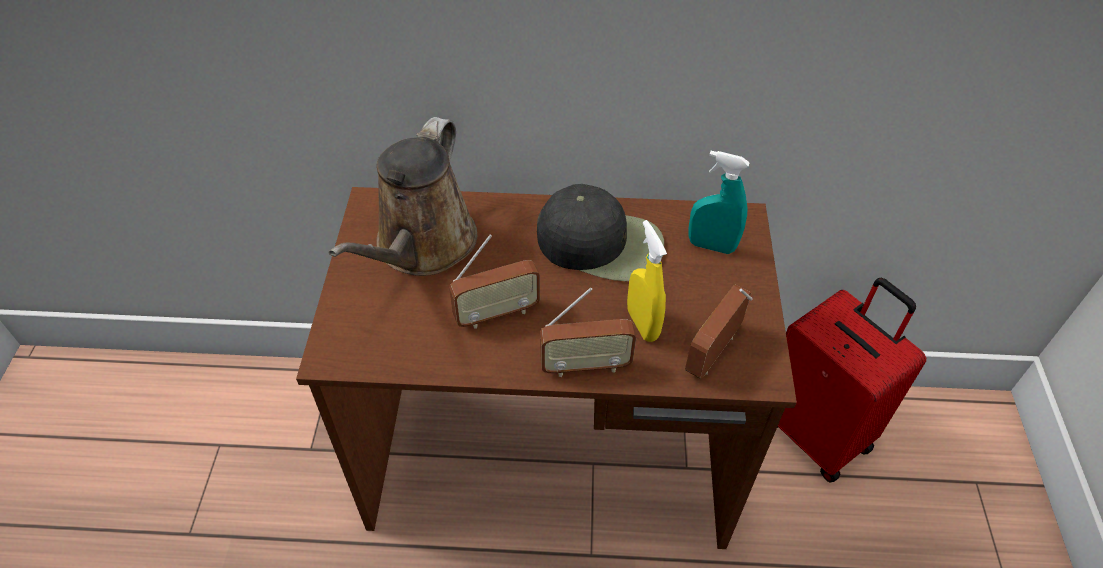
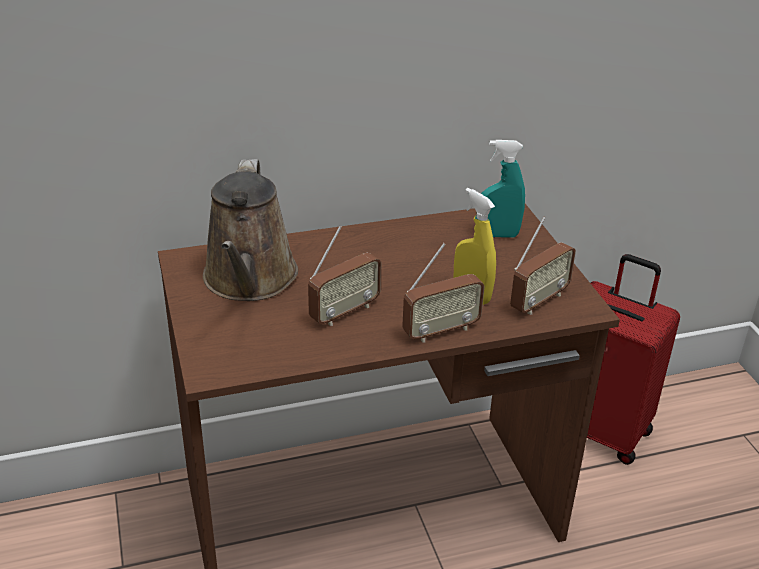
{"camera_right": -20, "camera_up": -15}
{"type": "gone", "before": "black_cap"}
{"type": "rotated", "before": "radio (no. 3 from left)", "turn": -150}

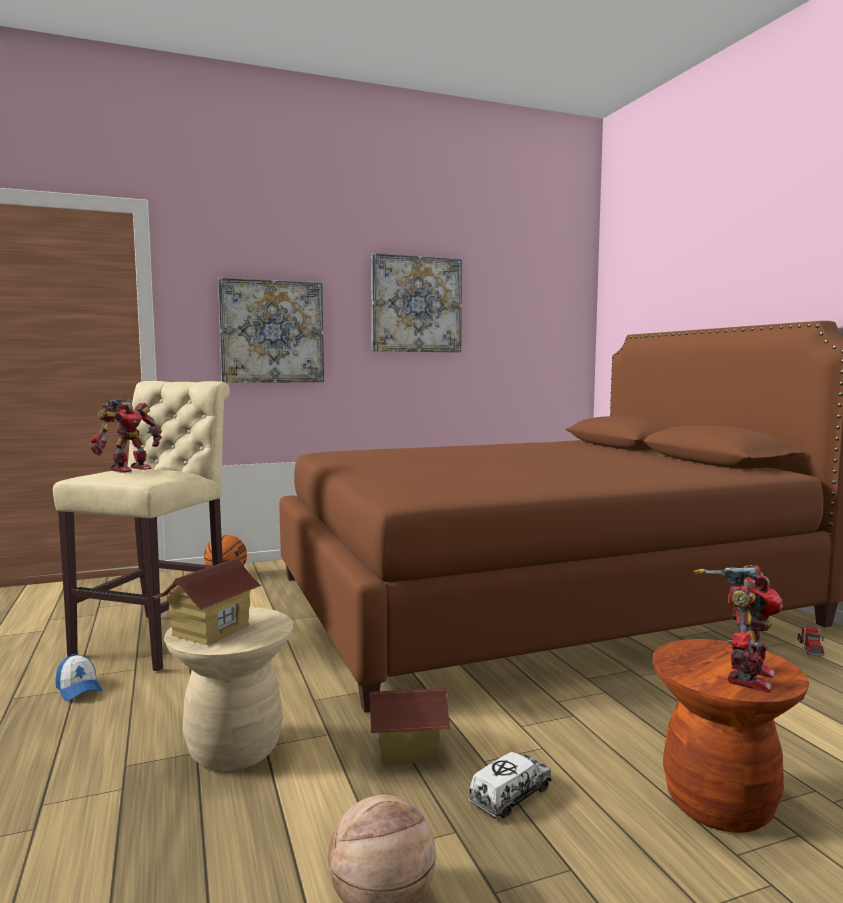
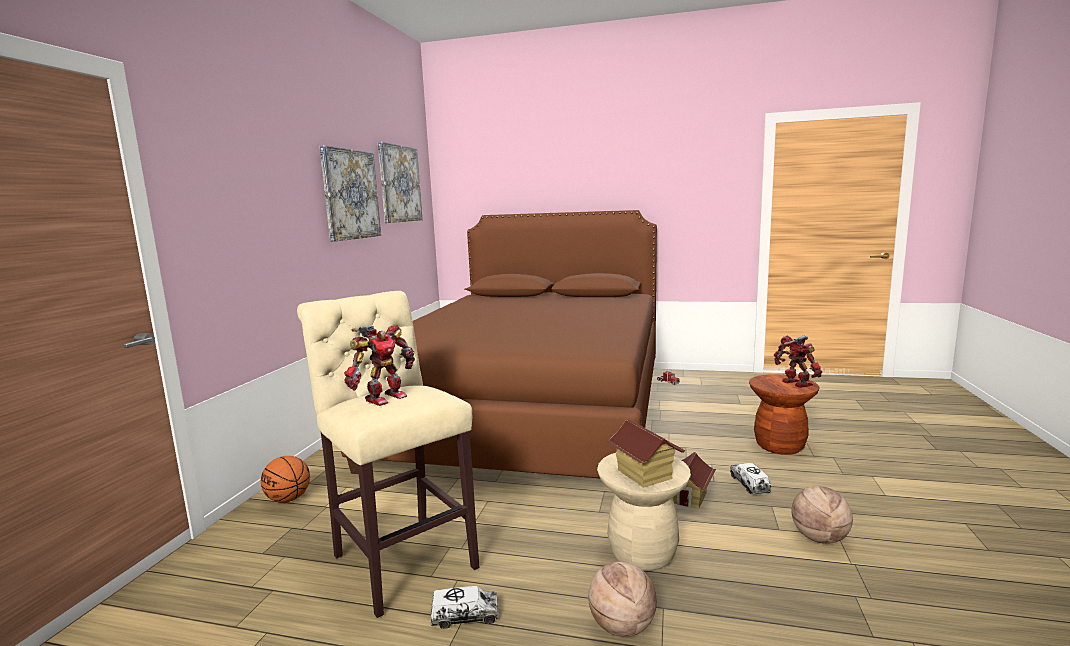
{"camera_right": -55, "camera_up": 5}
{"type": "new", "after": "basketball (no. 2 from left)"}
{"type": "shifted", "before": "picture (no. 1 from left in the first image)", "after": "picture (no. 2 from left)"}
{"type": "swapped", "before": "cap", "after": "toy_truck (no. 1 from left)"}
{"type": "rotated", "before": "toy_robot (no. 1 from left)", "turn": 60}

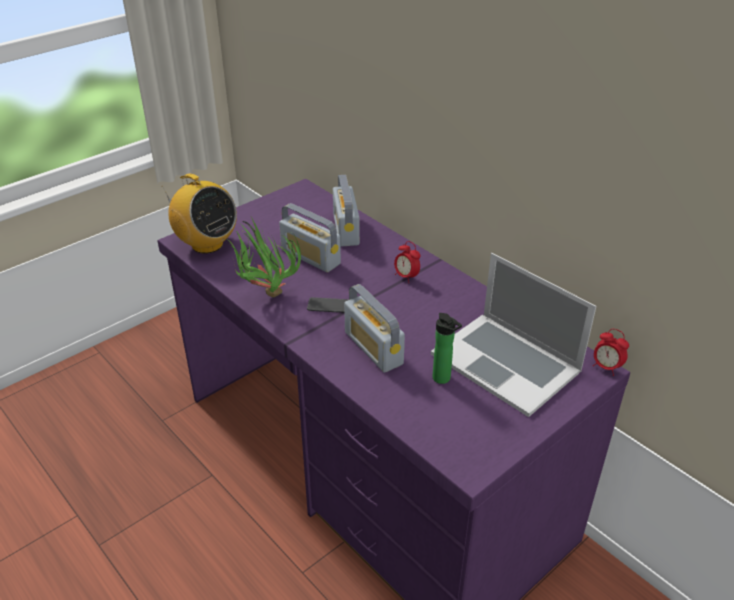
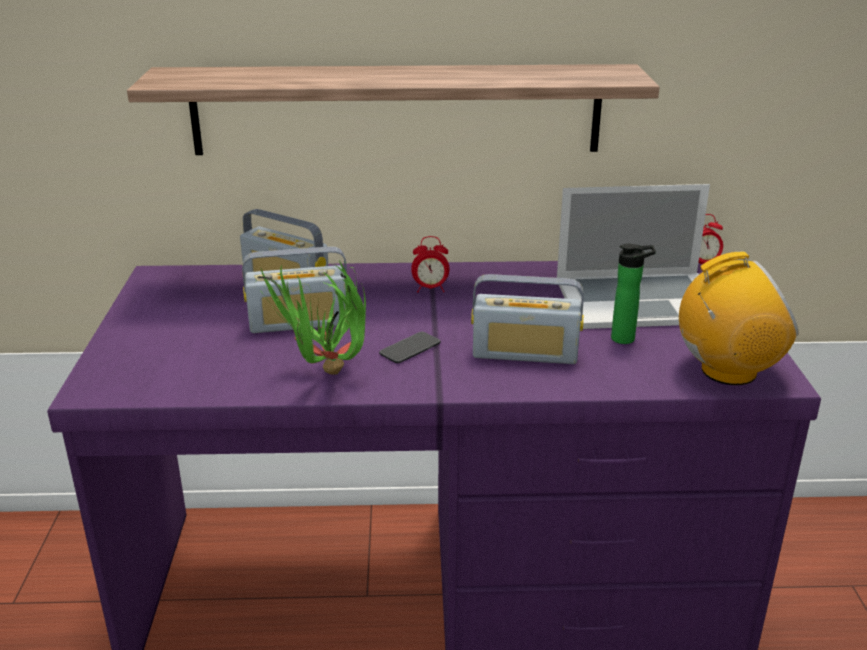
{"camera_right": -50, "camera_up": -10}
{"type": "new", "after": "shelf"}
{"type": "shifted", "before": "radio (no. 1 from left in the first image)", "after": "radio (no. 4 from left)"}

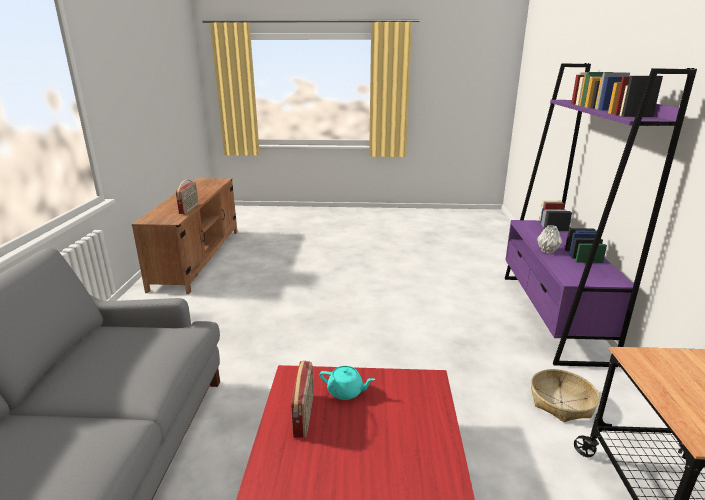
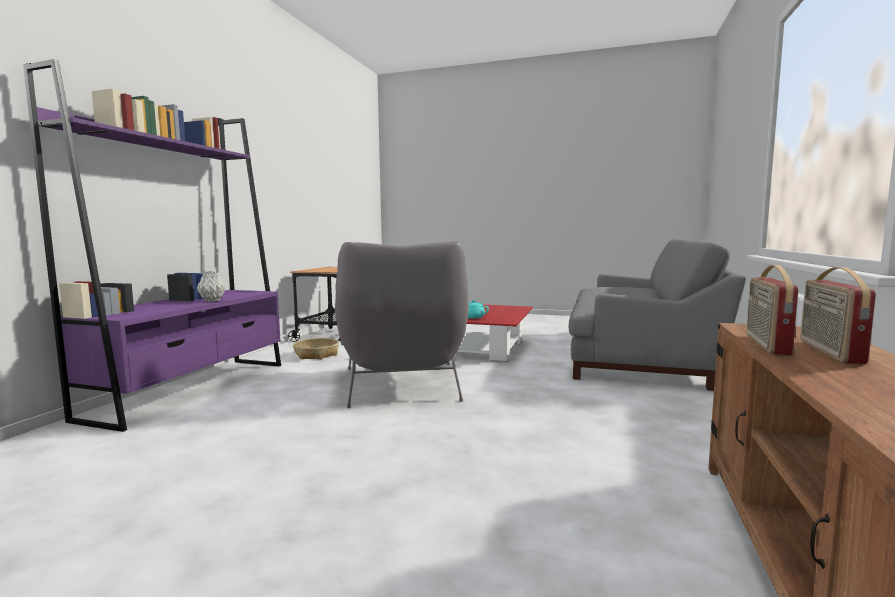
{"camera_right": -165, "camera_up": -15}
{"type": "new", "after": "grey_armchair"}
{"type": "shifted", "before": "radio (no. 2 from left)"}

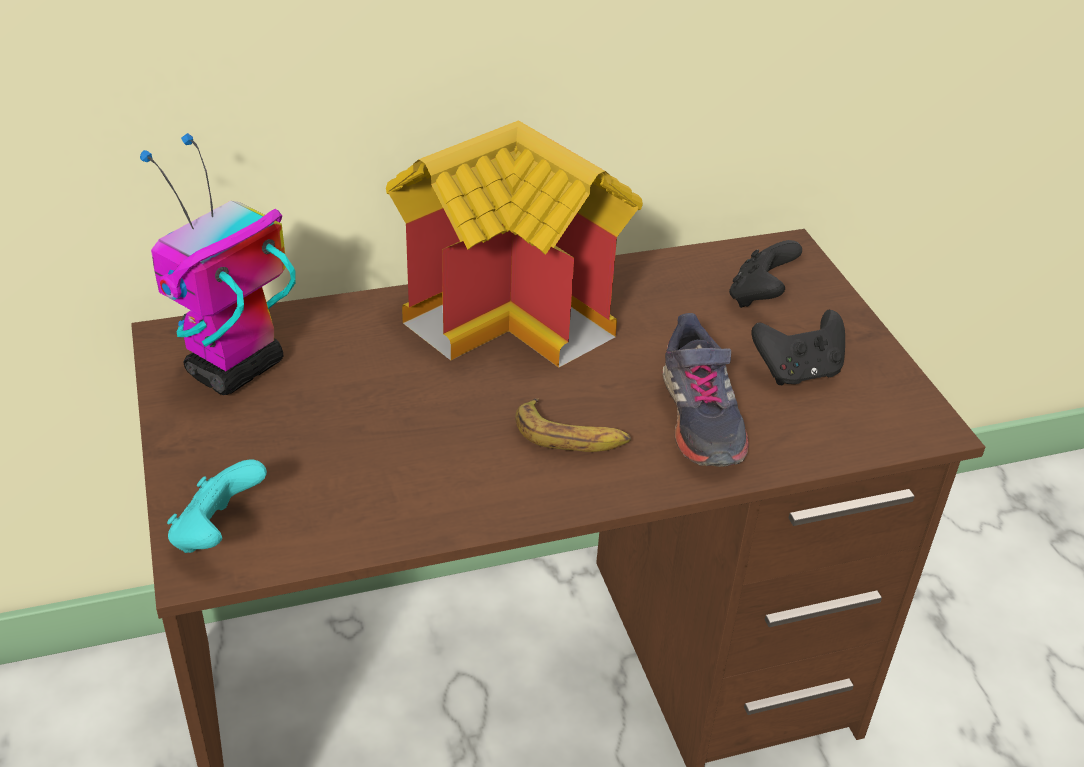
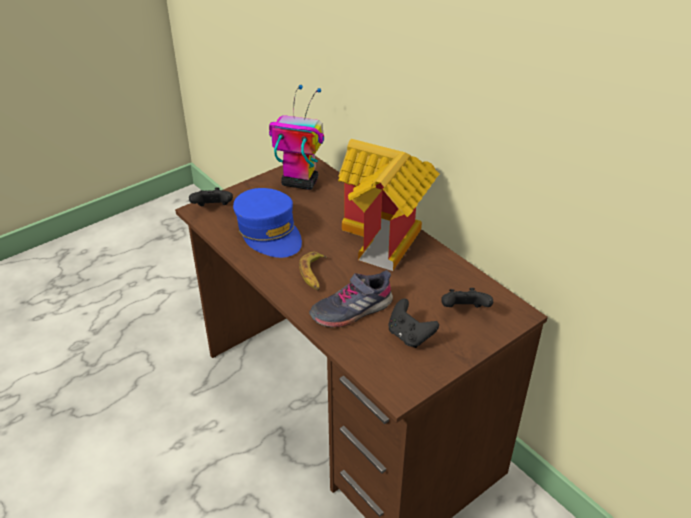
{"camera_right": 70, "camera_up": 0}
{"type": "new", "after": "blue_cap"}
{"type": "repainted", "before": "turquoise_game_controller", "after": "black_game_controller (no. 1 from left)"}

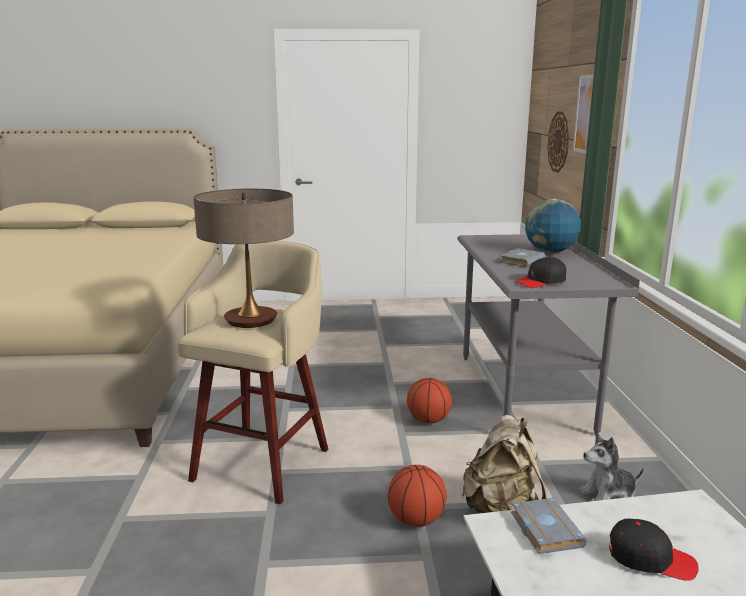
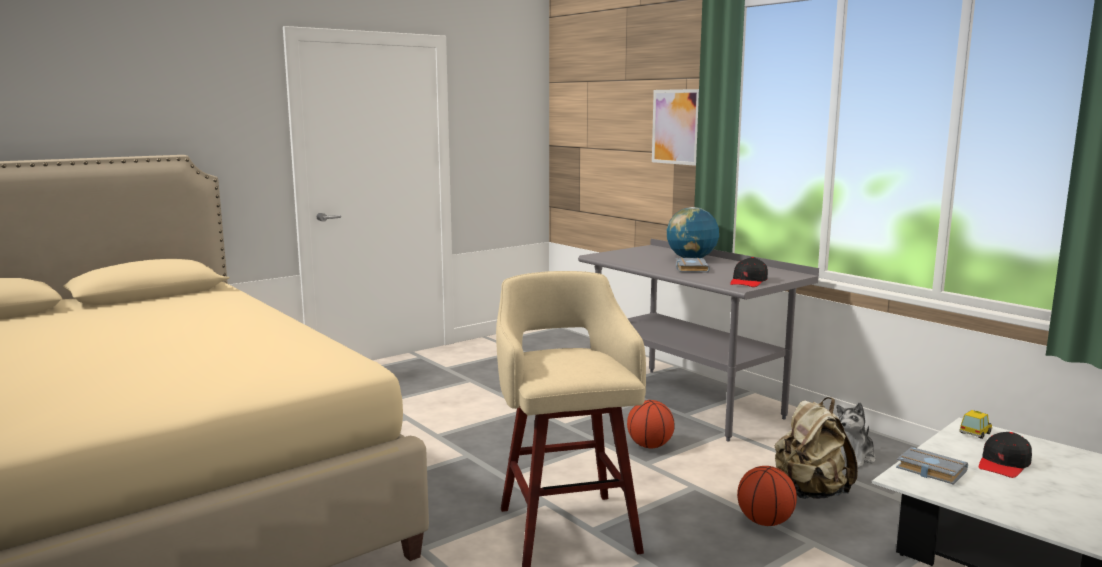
{"camera_right": -35, "camera_up": -5}
{"type": "gone", "before": "table_lamp"}
{"type": "gone", "before": "wall_clock"}
{"type": "new", "after": "toy_car"}
{"type": "rotated", "before": "black_cap (no. 2 from left)", "turn": 150}

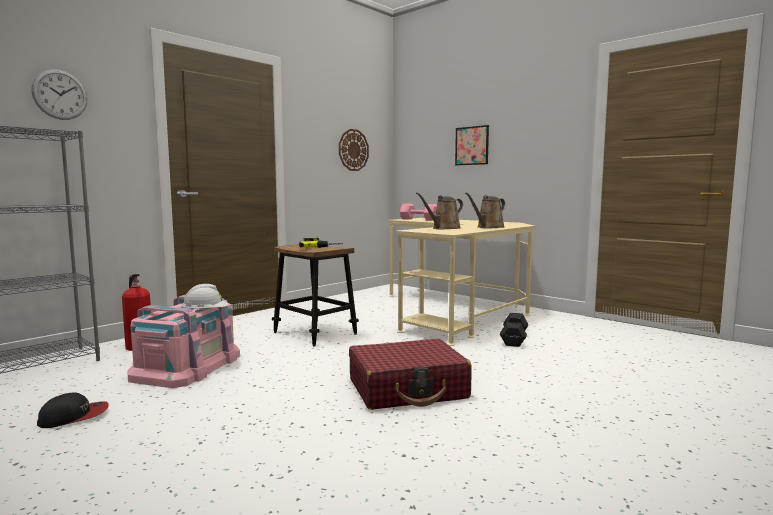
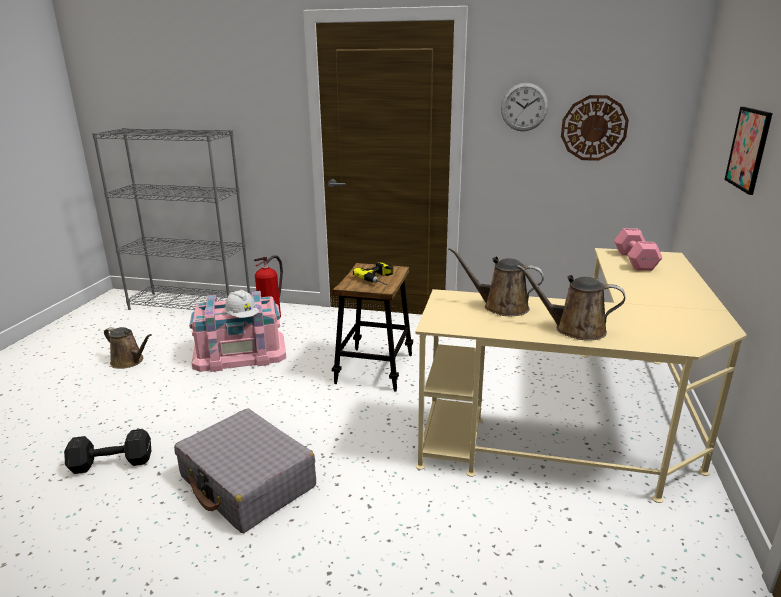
{"camera_right": 60, "camera_up": 15}
{"type": "shifted", "before": "wall_clock (no. 1 from left)"}
{"type": "shifted", "before": "black_dumbbell"}
{"type": "swapped", "before": "cap", "after": "brown_watering_can (no. 1 from left)"}
{"type": "repainted", "before": "red_suitcase", "after": "grey_suitcase"}

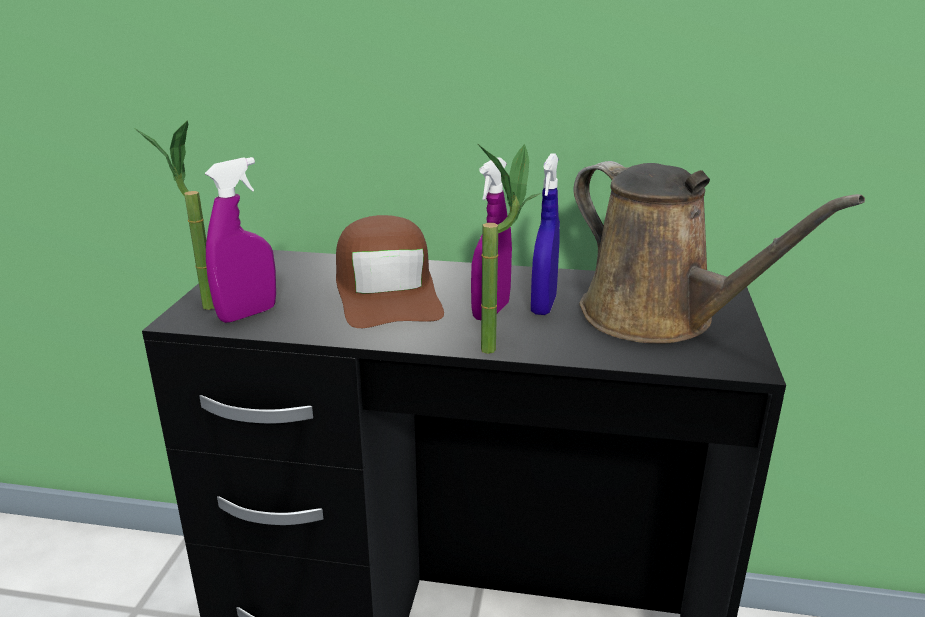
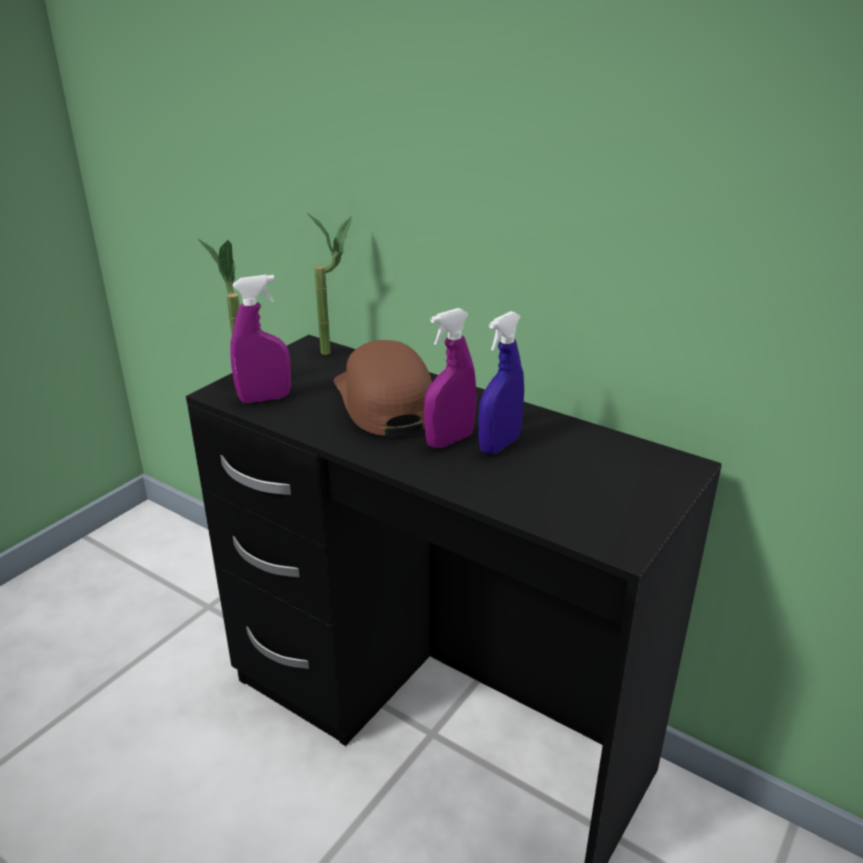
{"camera_right": 25, "camera_up": 5}
{"type": "gone", "before": "brown_watering_can"}
{"type": "shifted", "before": "potted_plant (no. 2 from left)"}
{"type": "rotated", "before": "brown_cap", "turn": 150}

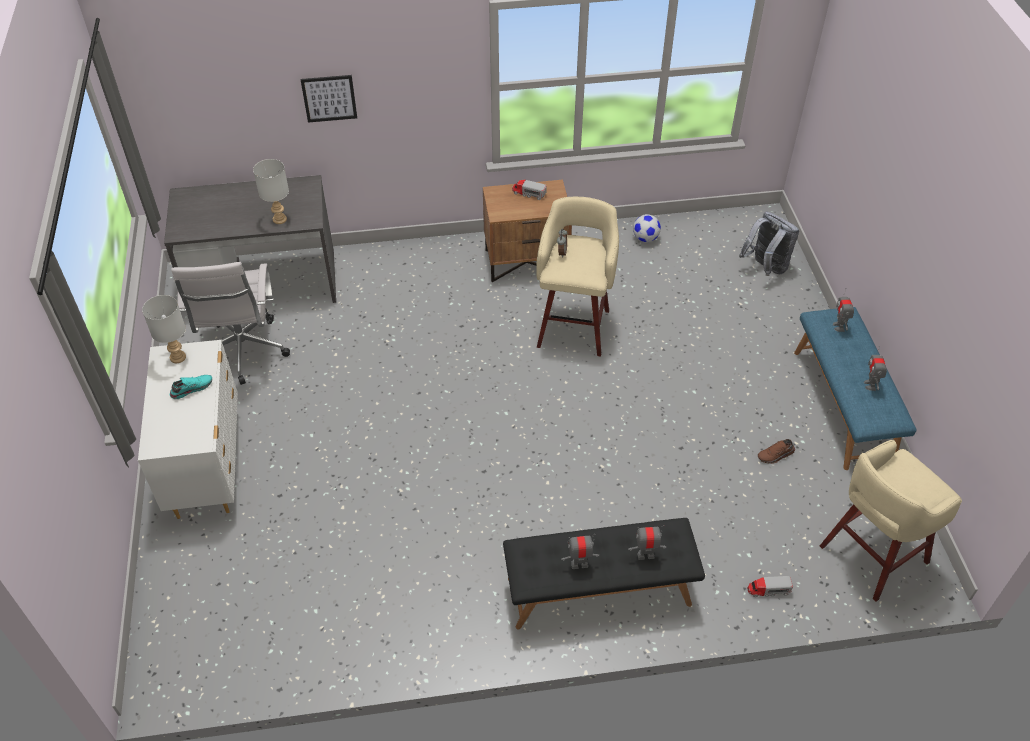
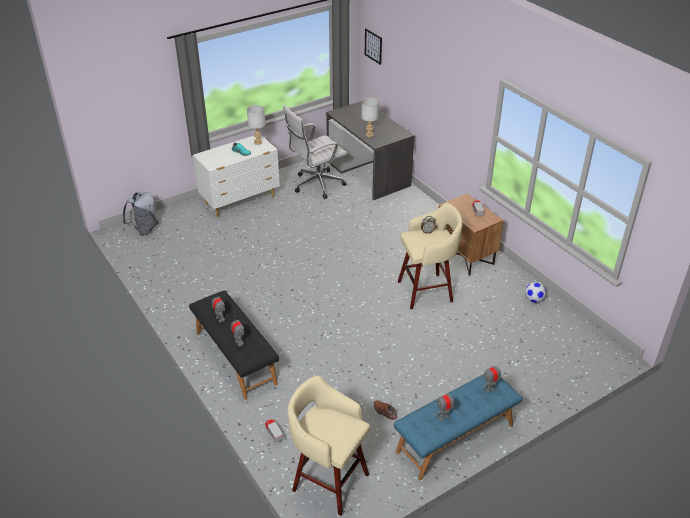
{"camera_right": 65, "camera_up": -10}
{"type": "shifted", "before": "picture"}
{"type": "shifted", "before": "grey_backpack"}

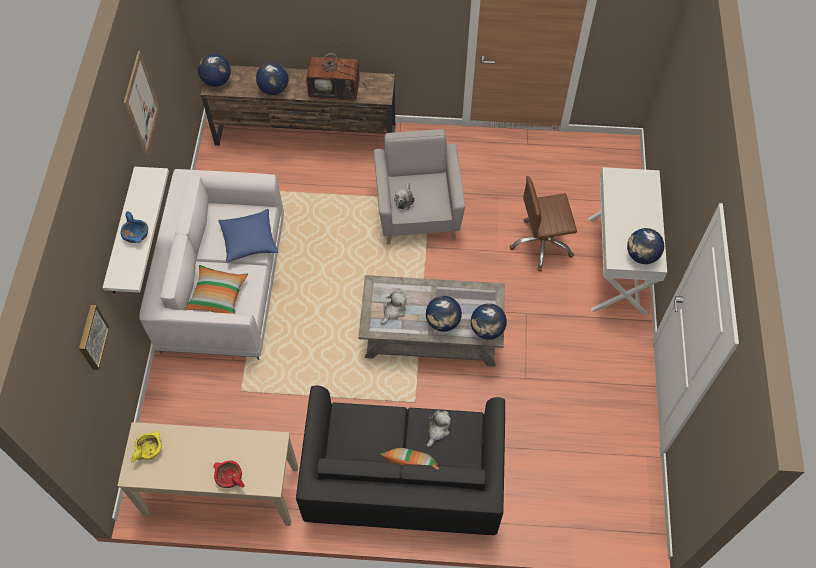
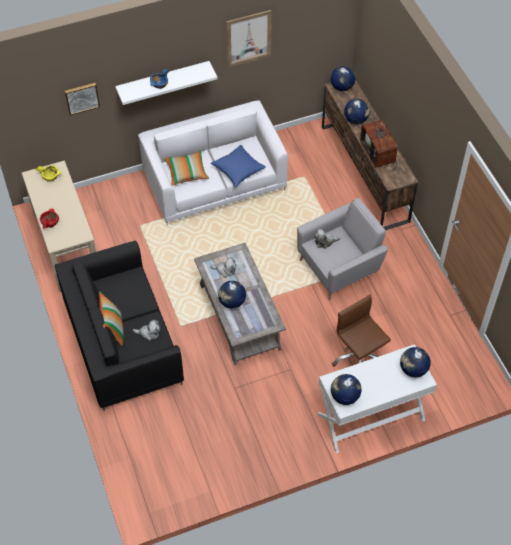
{"camera_right": 65, "camera_up": -5}
{"type": "shifted", "before": "globe (no. 4 from left in the first image)", "after": "globe (no. 5 from left)"}

